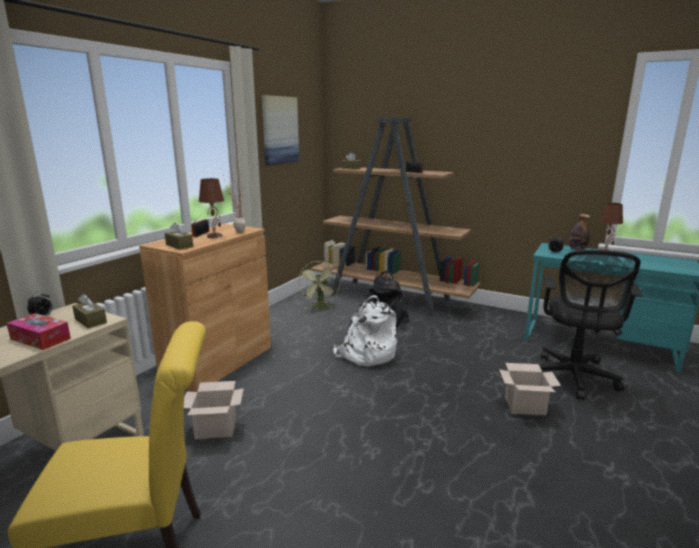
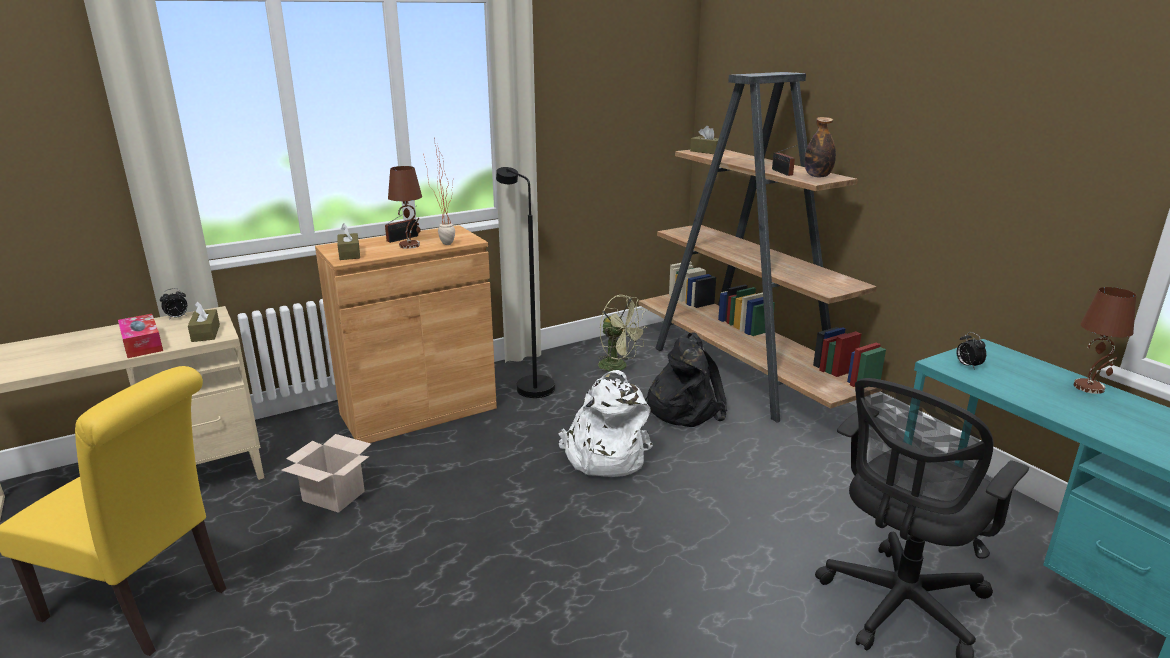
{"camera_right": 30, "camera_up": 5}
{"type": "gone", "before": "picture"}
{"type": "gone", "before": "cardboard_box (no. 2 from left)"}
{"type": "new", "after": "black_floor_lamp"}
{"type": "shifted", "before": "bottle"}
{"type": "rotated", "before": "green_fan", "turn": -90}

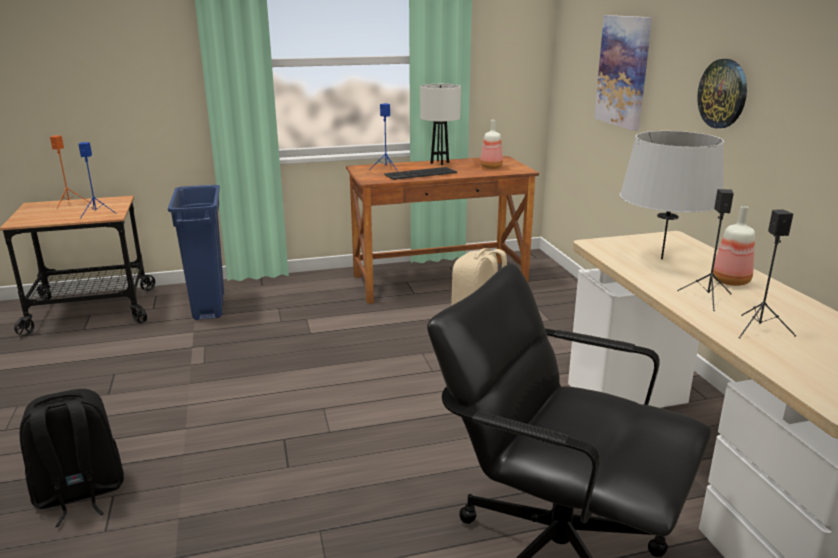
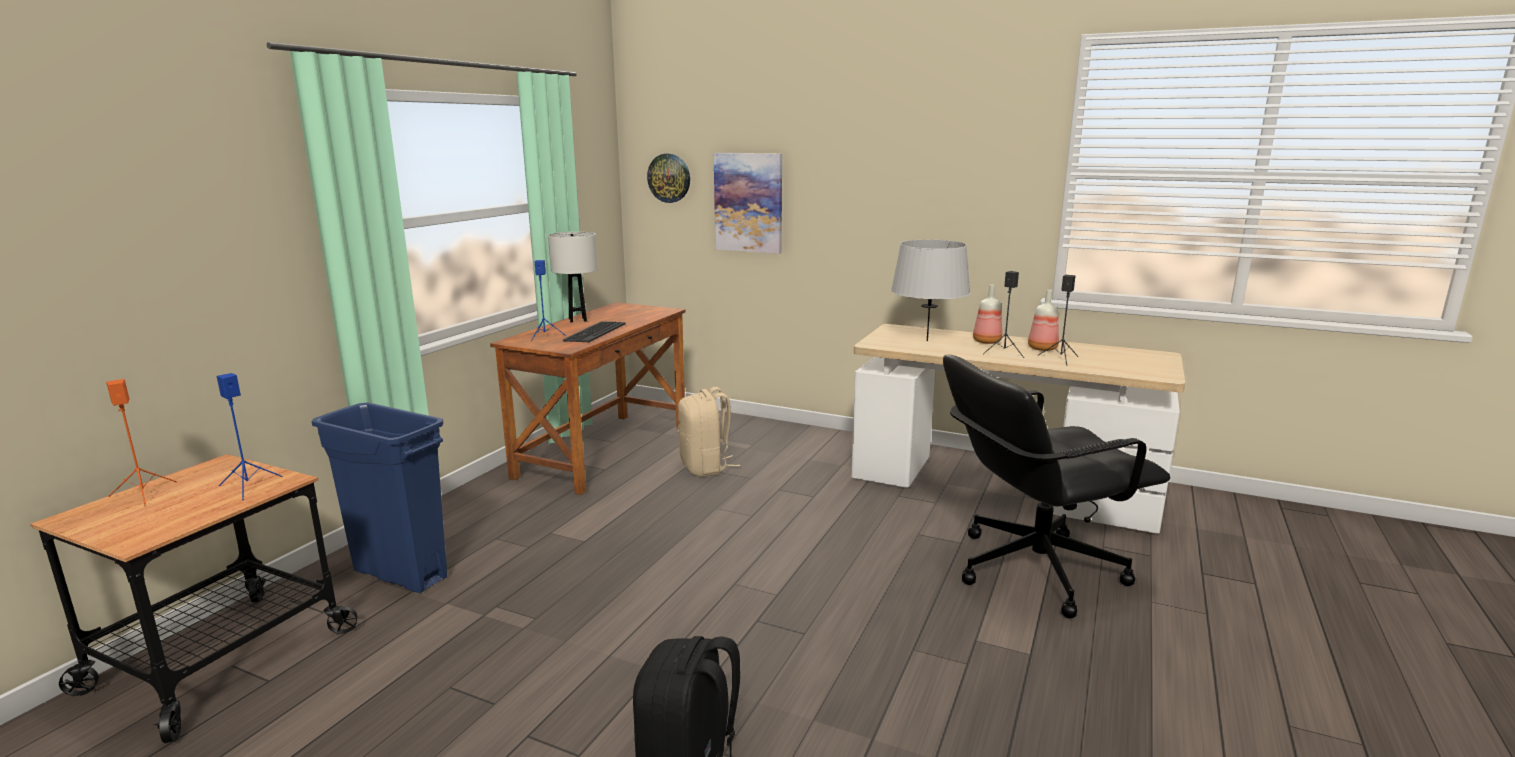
{"camera_right": -50, "camera_up": -5}
{"type": "shifted", "before": "bottle (no. 1 from left in the first image)", "after": "bottle (no. 2 from left)"}
{"type": "shifted", "before": "wall_clock"}

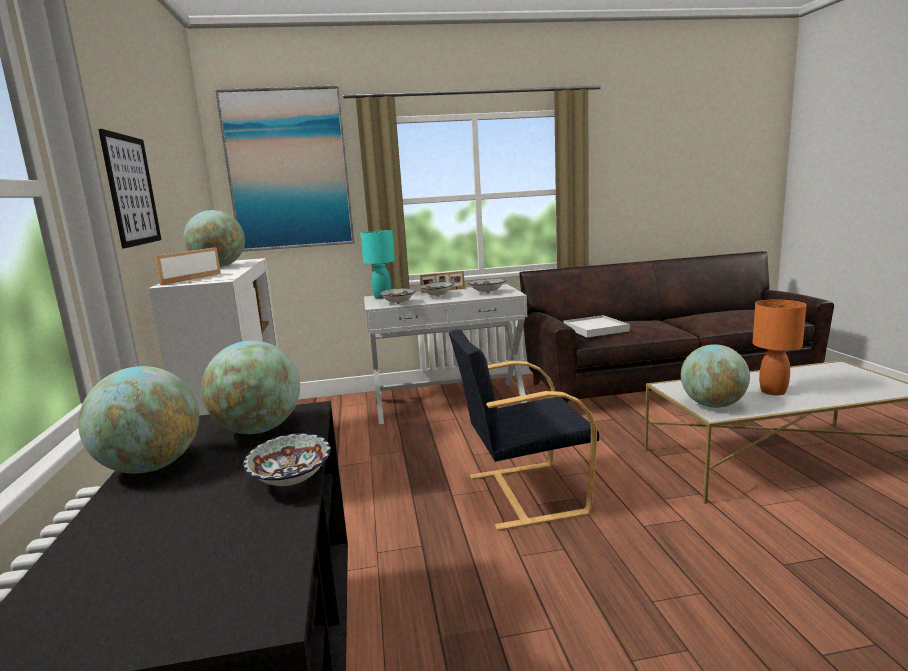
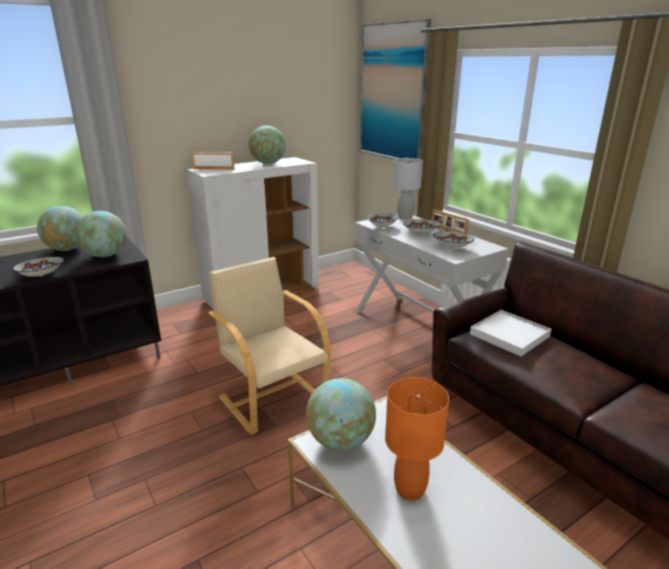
{"camera_right": 65, "camera_up": 10}
{"type": "gone", "before": "picture (no. 1 from left)"}
{"type": "repainted", "before": "turquoise_table_lamp", "after": "grey_table_lamp"}
{"type": "repainted", "before": "black_armchair", "after": "beige_armchair"}

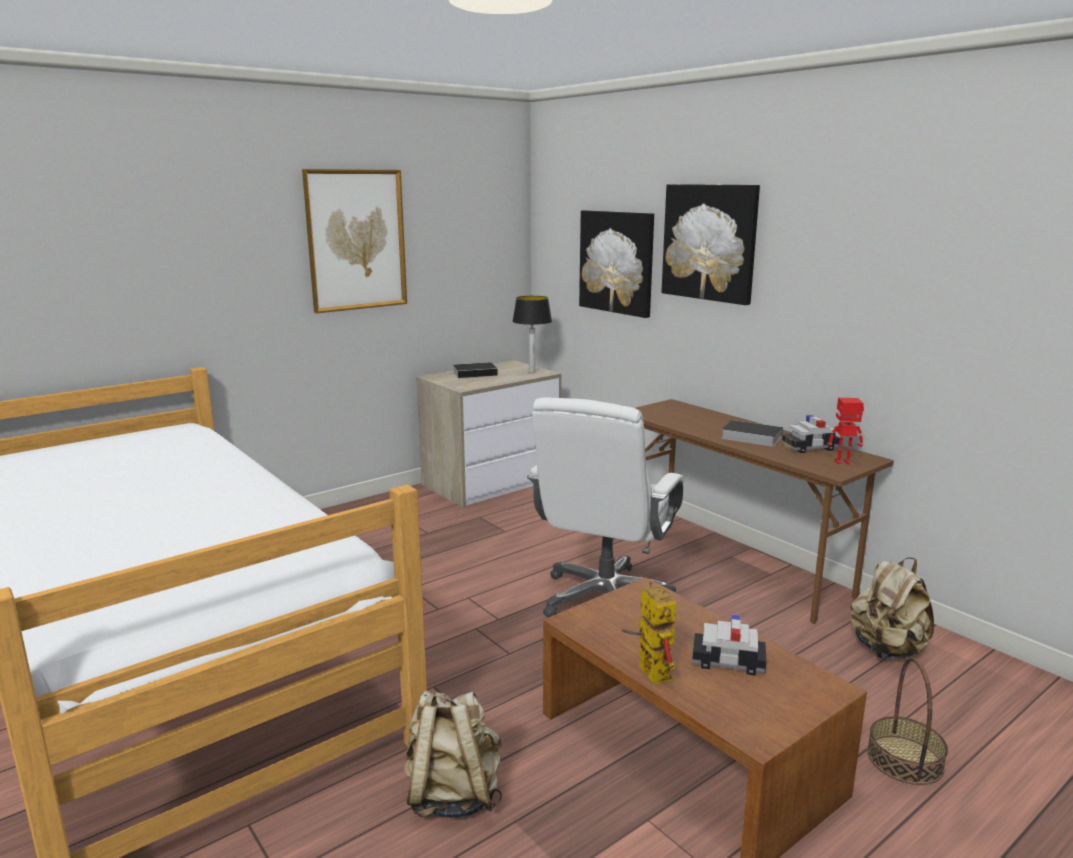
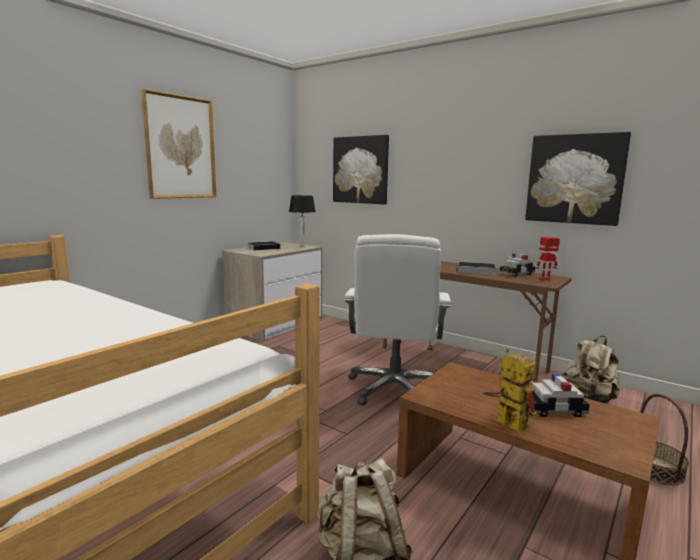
{"camera_right": -15, "camera_up": -5}
{"type": "shifted", "before": "picture (no. 3 from left)"}

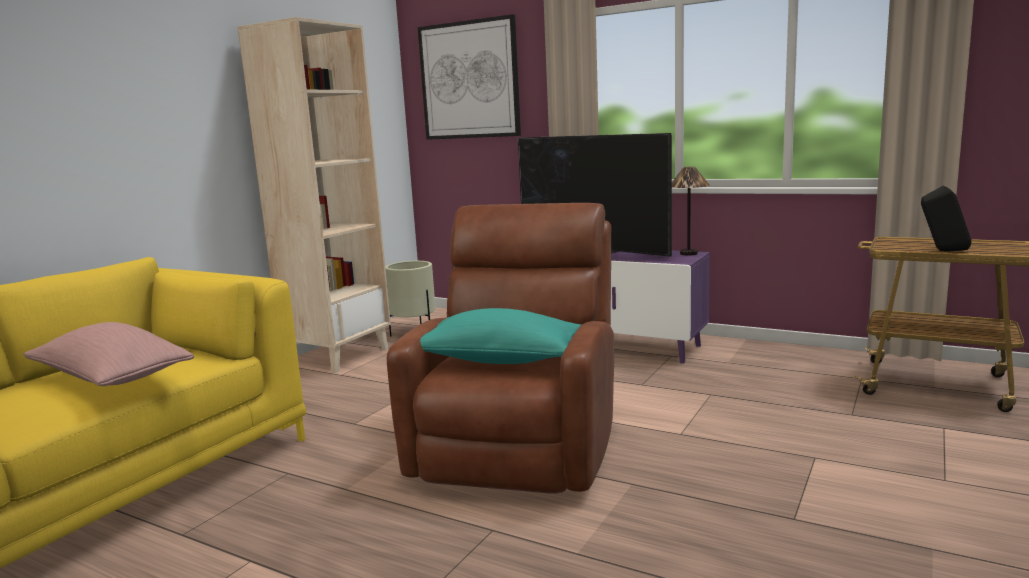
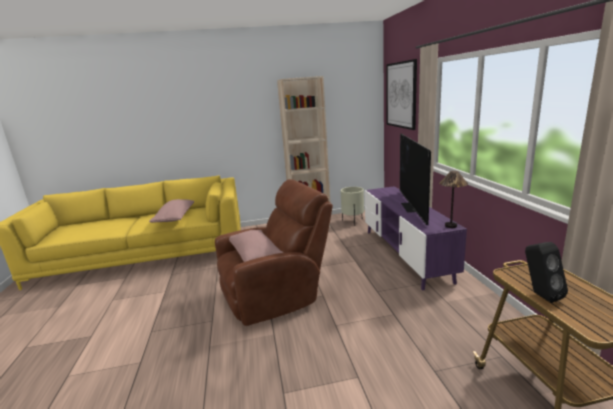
{"camera_right": 50, "camera_up": 5}
{"type": "repainted", "before": "turquoise_pillow", "after": "pink_pillow (no. 2 from left)"}

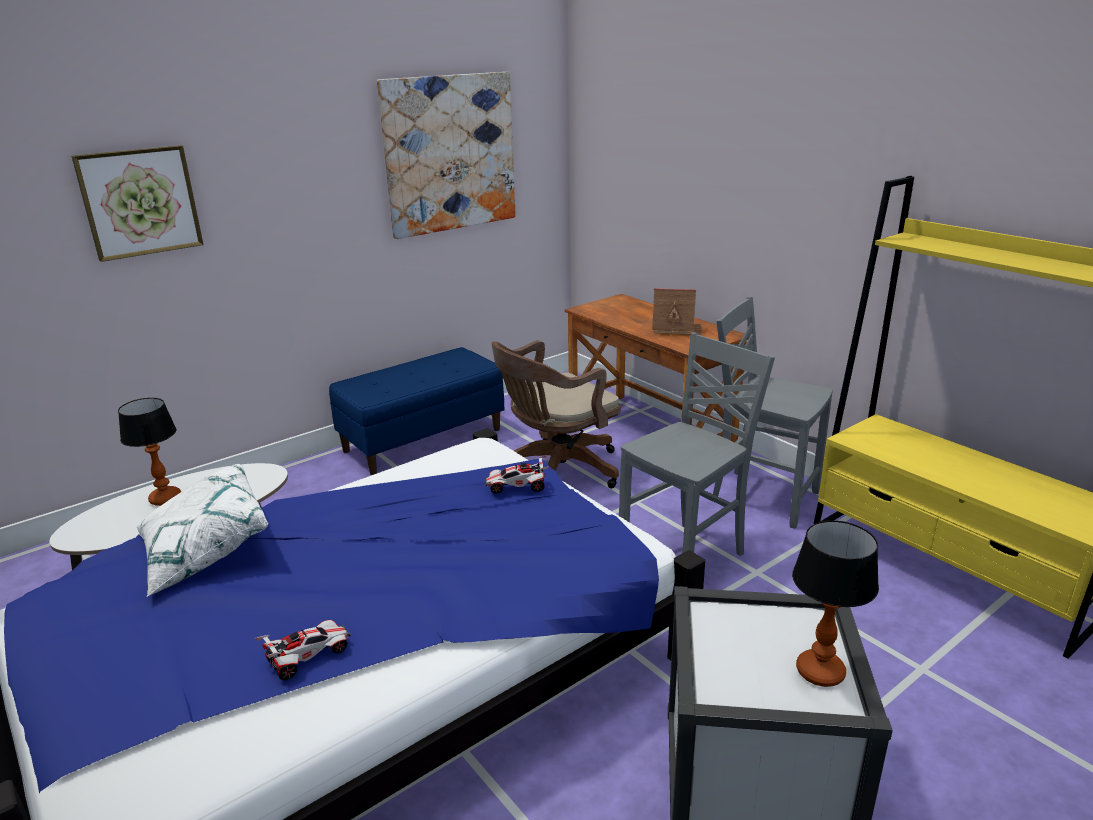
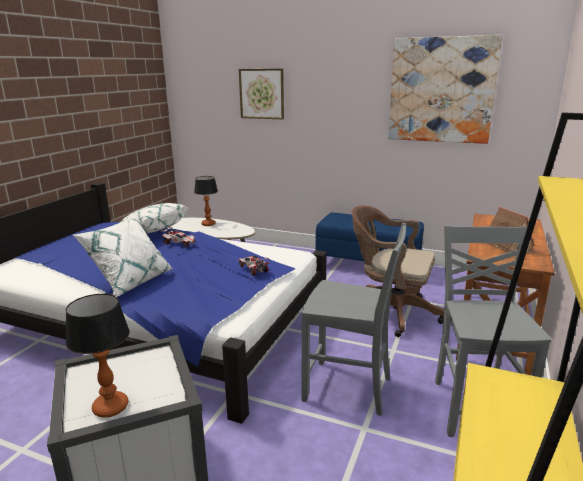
{"camera_right": 60, "camera_up": -5}
{"type": "new", "after": "white_pillow (no. 1 from left)"}
{"type": "shifted", "before": "toy_car (no. 1 from left)"}

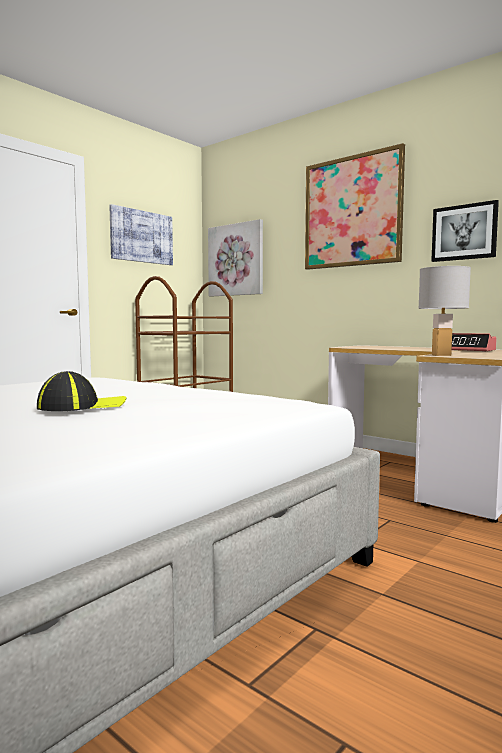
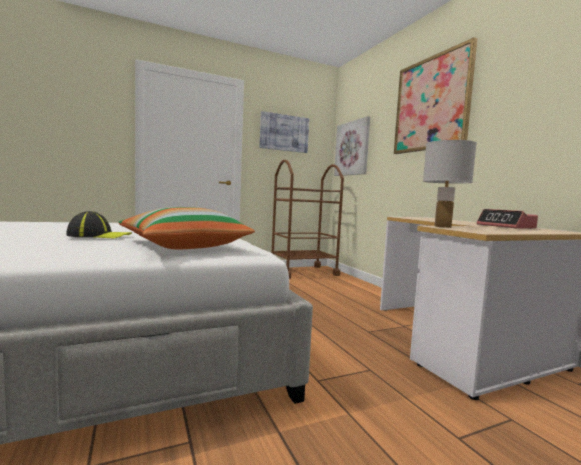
{"camera_right": 25, "camera_up": 0}
{"type": "gone", "before": "picture (no. 4 from left)"}
{"type": "new", "after": "pillow"}

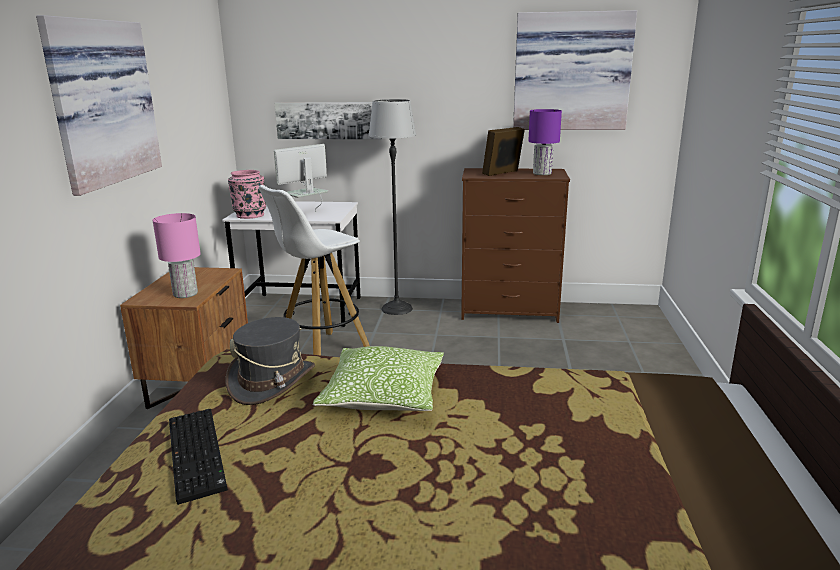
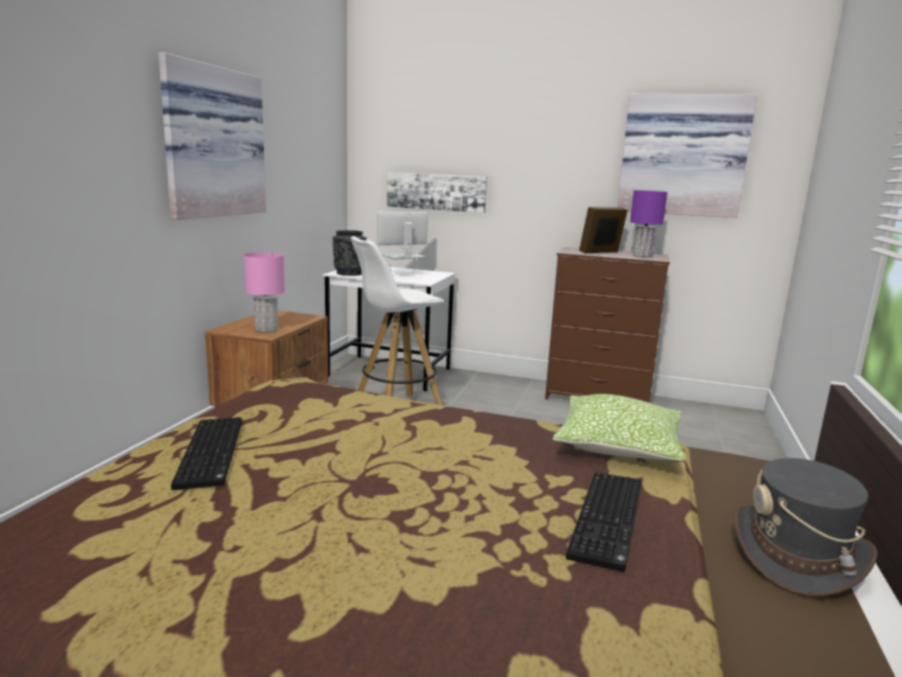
{"camera_right": 10, "camera_up": -5}
{"type": "gone", "before": "floor_lamp"}
{"type": "new", "after": "keyboard (no. 2 from left)"}
{"type": "shifted", "before": "grey_hat"}
{"type": "shifted", "before": "pillow"}
{"type": "repainted", "before": "pink_vase", "after": "black_vase"}

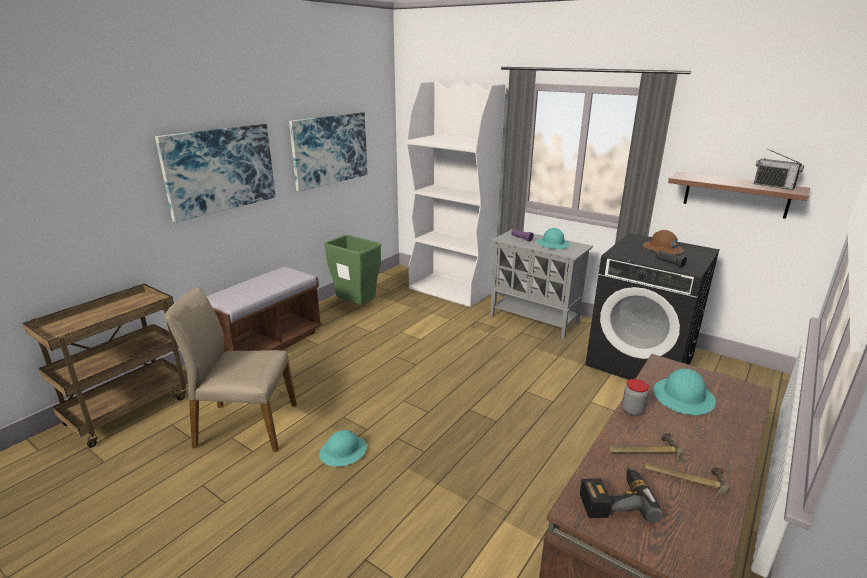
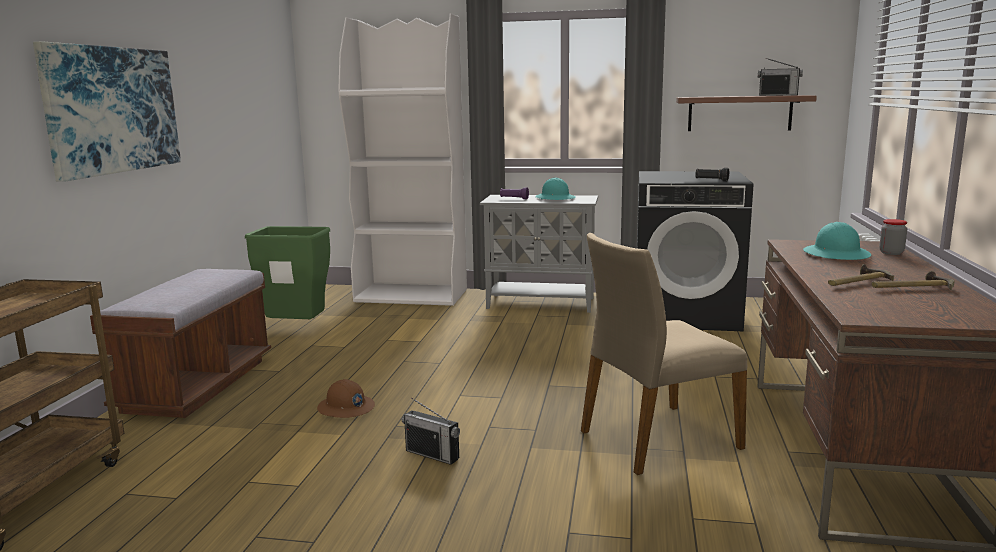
{"camera_right": -25, "camera_up": -10}
{"type": "gone", "before": "picture (no. 2 from left)"}
{"type": "gone", "before": "power_drill"}
{"type": "shifted", "before": "beige_chair"}
{"type": "shifted", "before": "jar"}
{"type": "shifted", "before": "brown_hard_hat"}
{"type": "swapped", "before": "turquoise_hard_hat (no. 1 from left)", "after": "radio (no. 1 from left)"}

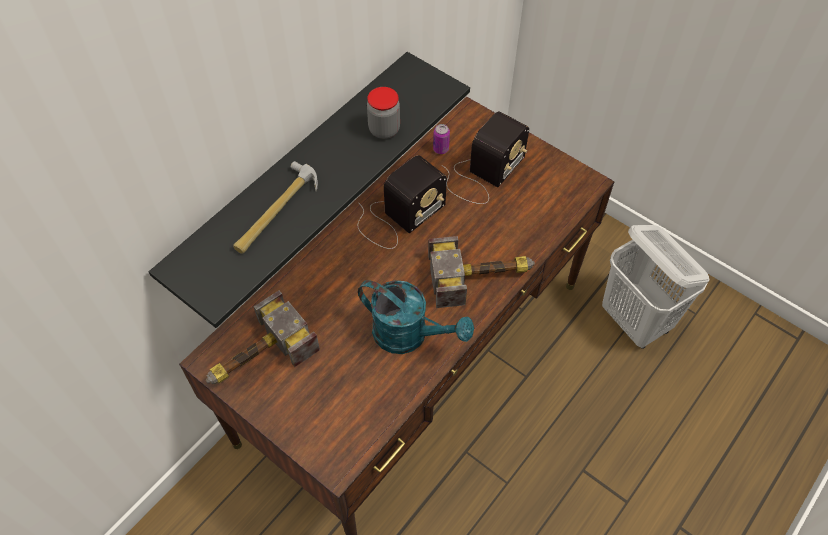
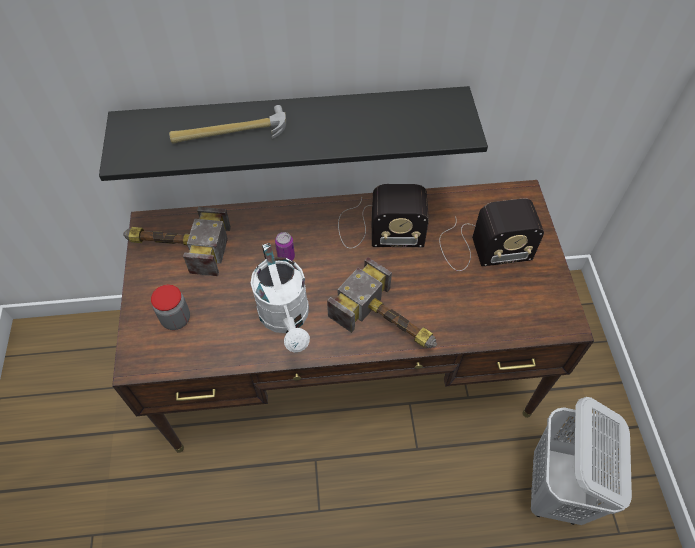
{"camera_right": 45, "camera_up": 0}
{"type": "shifted", "before": "jar"}
{"type": "shifted", "before": "can"}
{"type": "repainted", "before": "turquoise_watering_can", "after": "white_watering_can"}

